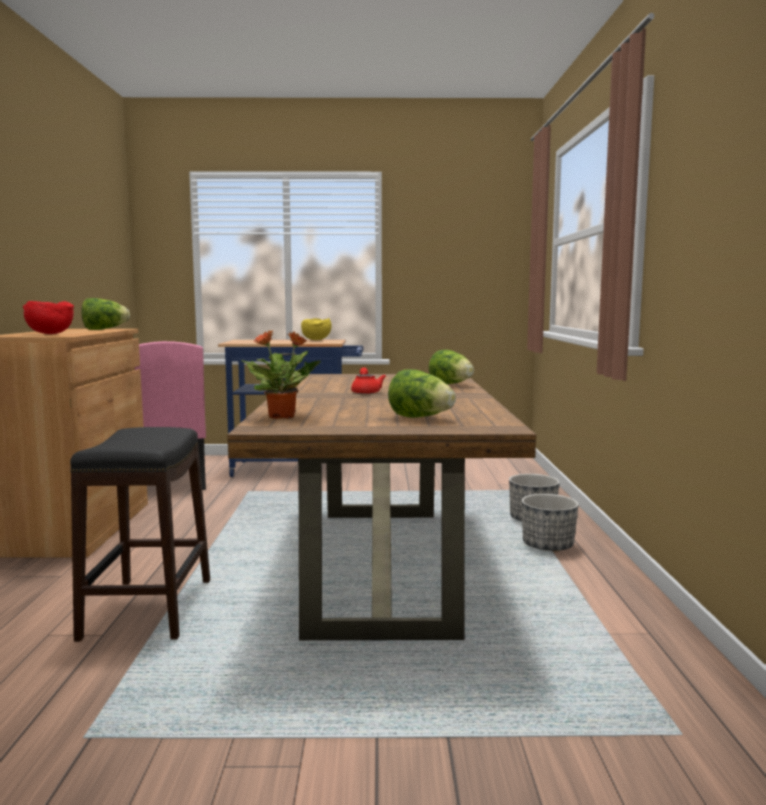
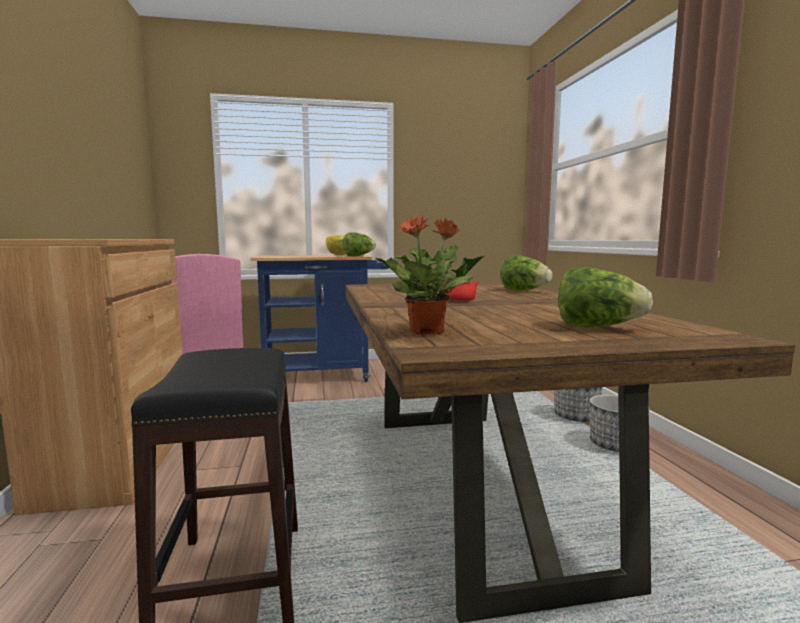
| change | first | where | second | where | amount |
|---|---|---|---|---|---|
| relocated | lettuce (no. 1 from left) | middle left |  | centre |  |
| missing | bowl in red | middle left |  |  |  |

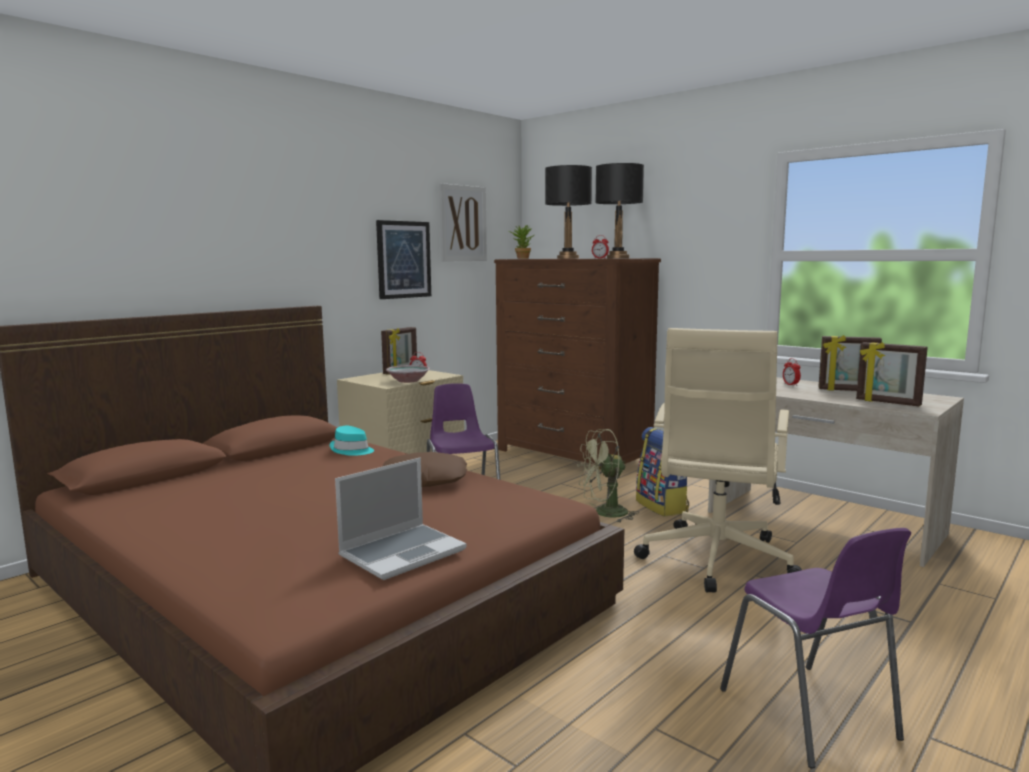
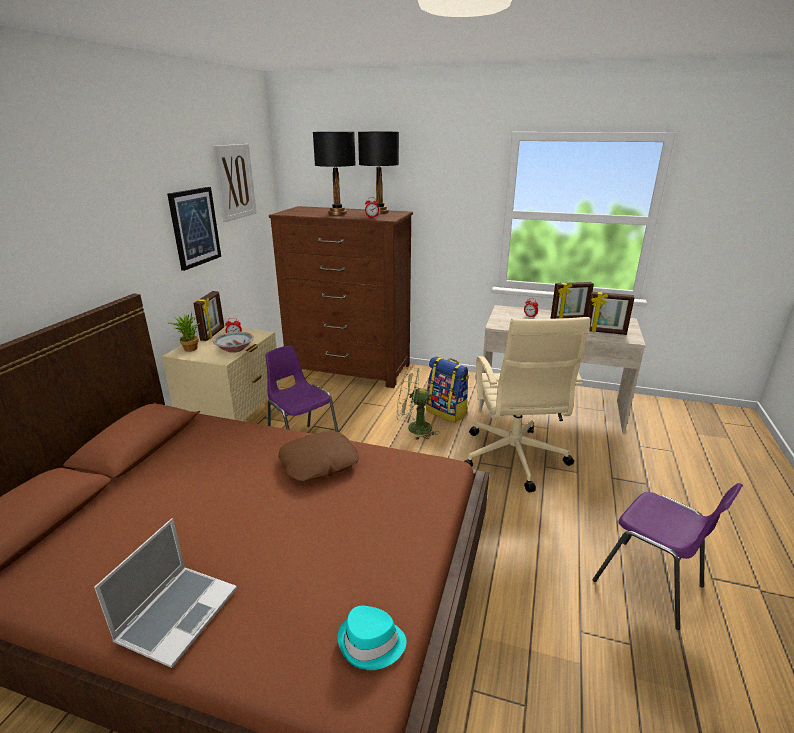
| change | first | where | second | where | amount |
|---|---|---|---|---|---|
| relocated | potted plant | top centre |  | middle left |  |
| relocated | hat in turquoise | centre |  | bottom centre |  |
| spun | fan in green | centre |  | centre | 45 degrees clockwise |
| relocated | laptop | bottom centre |  | bottom left |  |

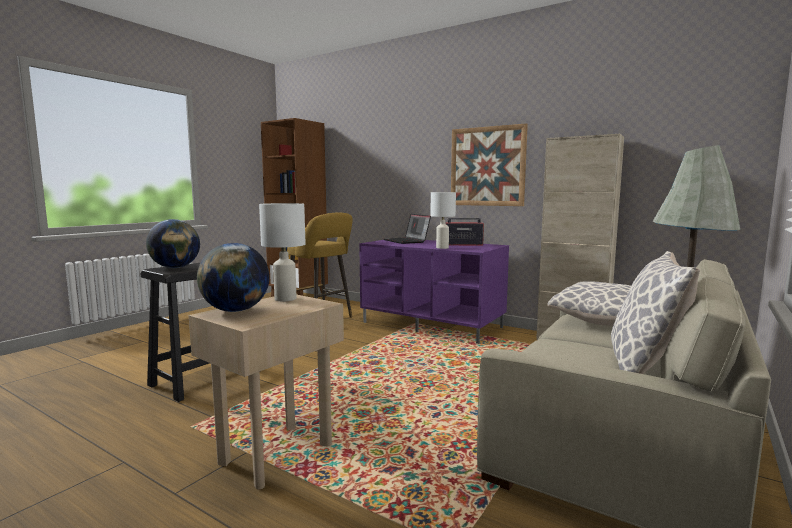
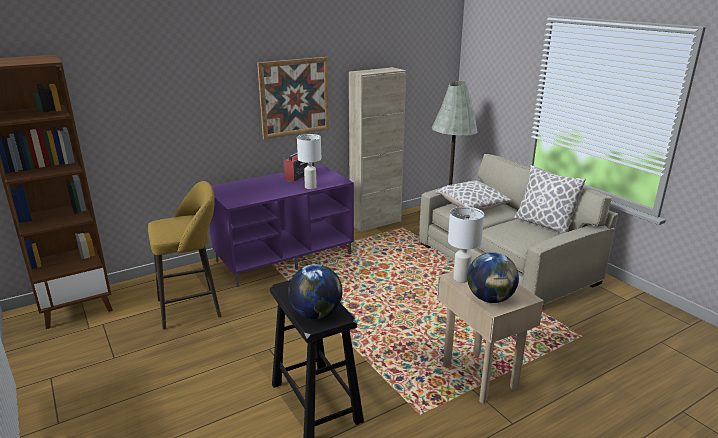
| change | first | where | second | where | amount |
|---|---|---|---|---|---|
| missing | laptop | centre |  |  |  |

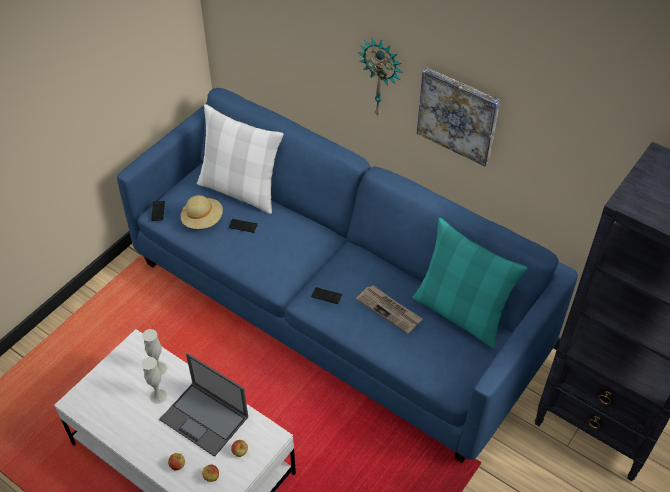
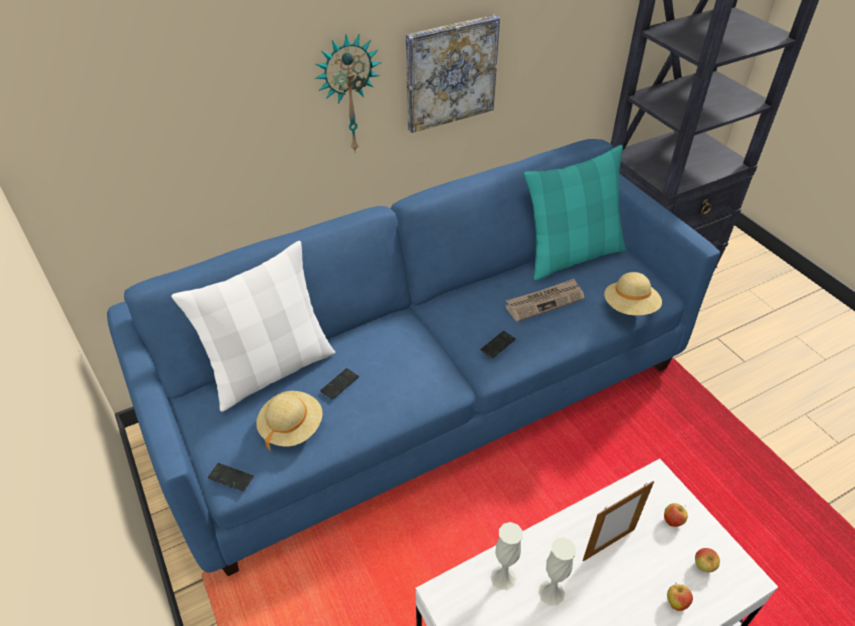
| change | first | where | second | where | amount |
|---|---|---|---|---|---|
| exchanged | laptop | bottom left | picture frame | bottom right |  |
| appeared |  |  | hat in beige (no. 2 from left) | middle right |  |

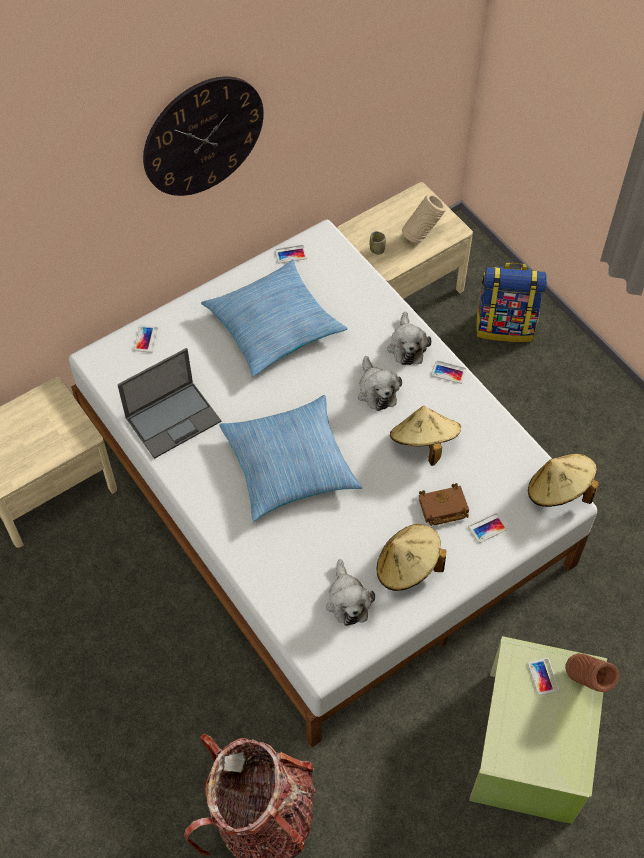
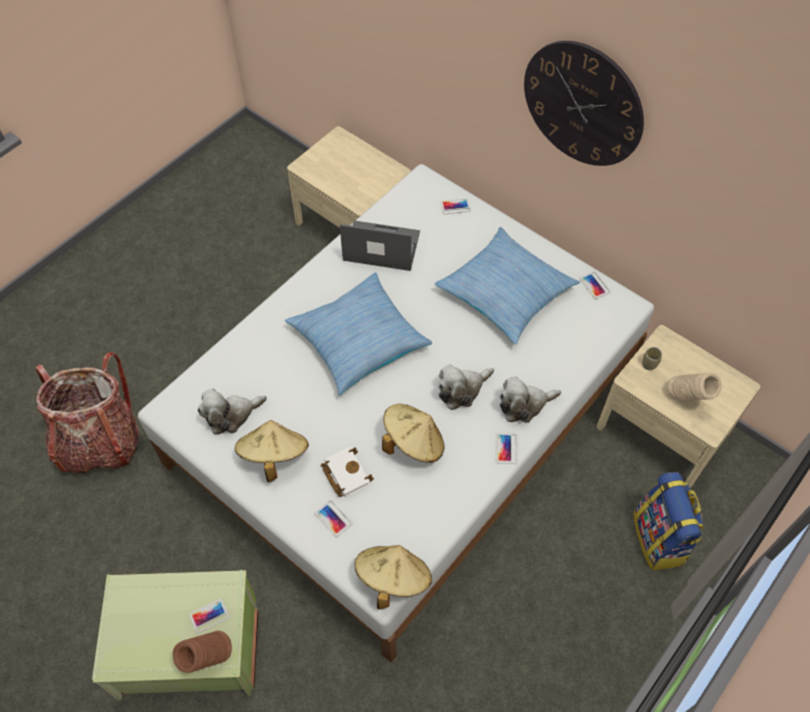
| change | first | where | second | where | amount |
|---|---|---|---|---|---|
| spun | laptop | middle left |  | centre | 150 degrees clockwise |
| colour | book in brown | middle right | book in white | centre |  |

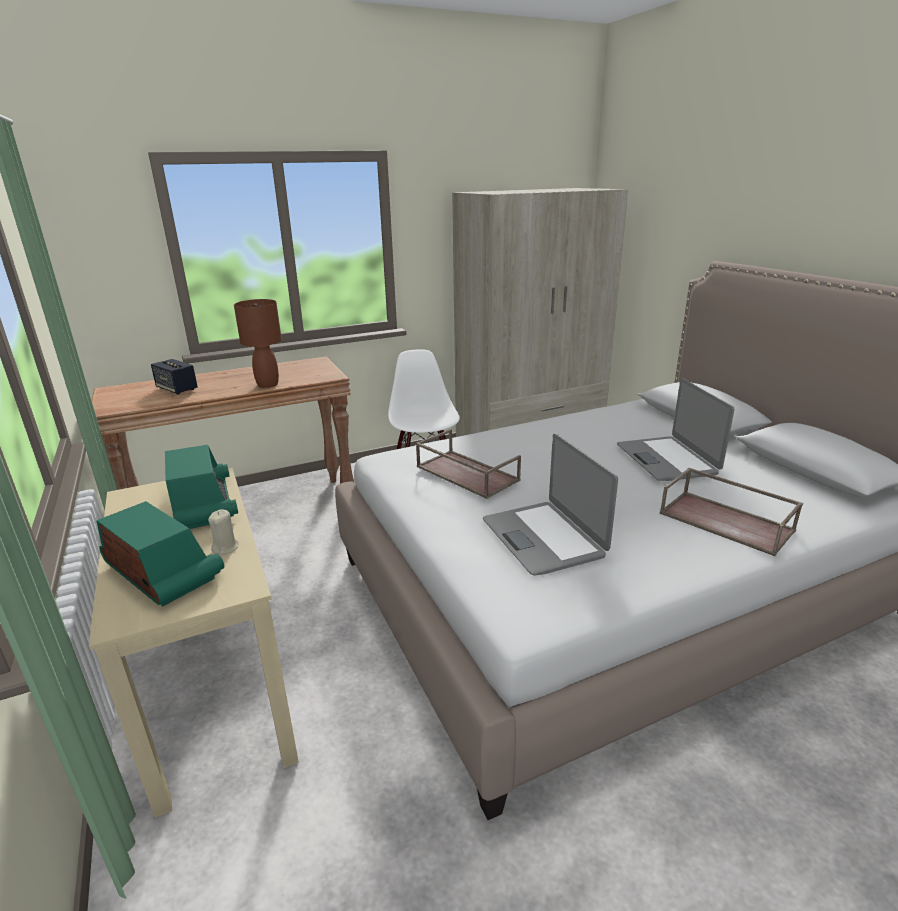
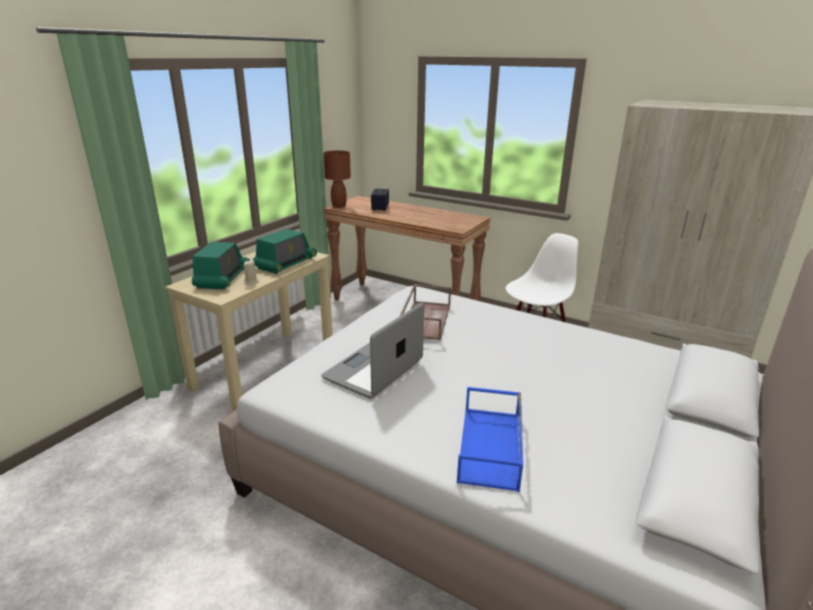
| change | first | where | second | where | amount |
|---|---|---|---|---|---|
| relocated | table lamp in brown | middle left |  | top centre |  |
| missing | laptop (no. 2 from left) | middle right |  |  |  |
| colour | tray in brown (no. 2 from left) | middle right | tray in blue | bottom centre |  |

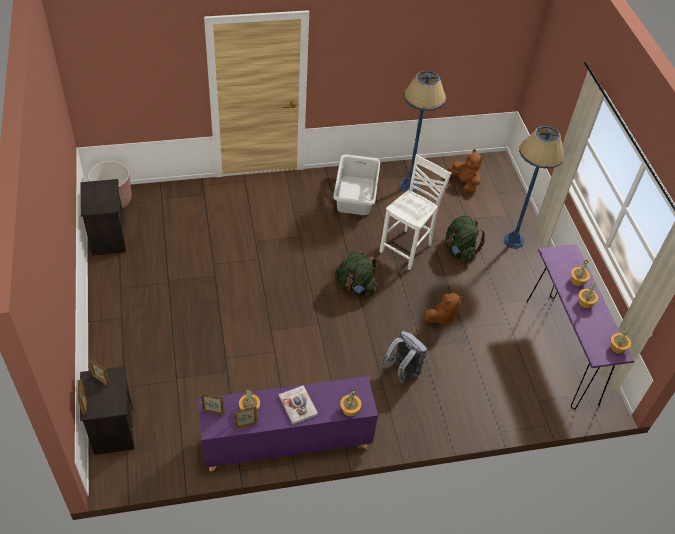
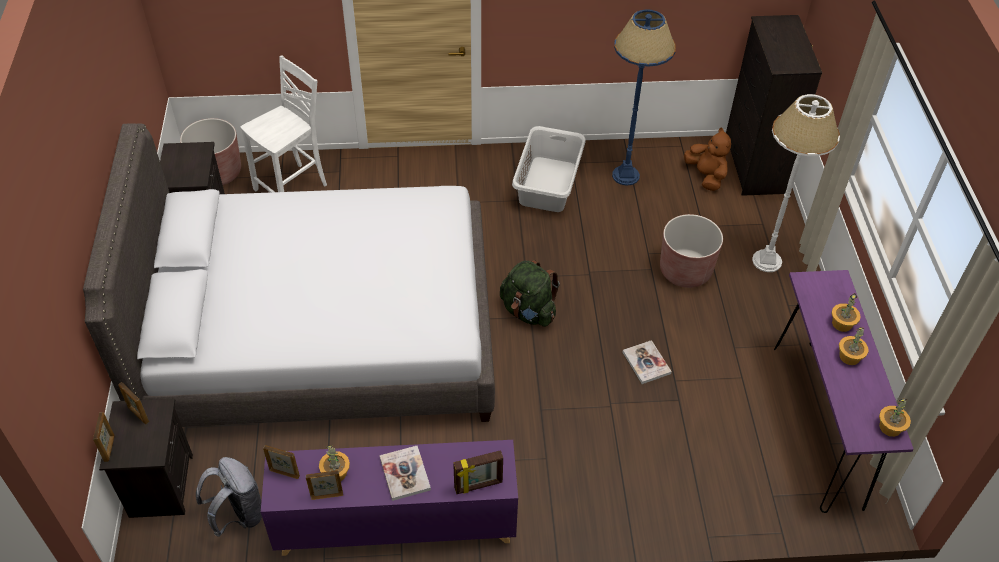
| change | first | where | second | where | amount |
|---|---|---|---|---|---|
| colour | floor lamp in blue (no. 2 from left) | middle right | floor lamp in white | top right |  |
| relocated | chair in white | centre |  | top left |  |
| exchanged | backpack in green (no. 2 from left) | middle right | planter in brown (no. 2 from left) | middle right |  |
| exchanged | plush toy in brown (no. 1 from left) | centre | book (no. 2 from left) | centre |  |
| relocated | backpack in grey | bottom centre |  | bottom left |  |
| exchanged | potted plant (no. 2 from left) | bottom centre | picture frame (no. 5 from left) | bottom centre |  |
| appeared |  |  | dresser in black | top right |  |
| appeared |  |  | bed in grey | middle left |  |

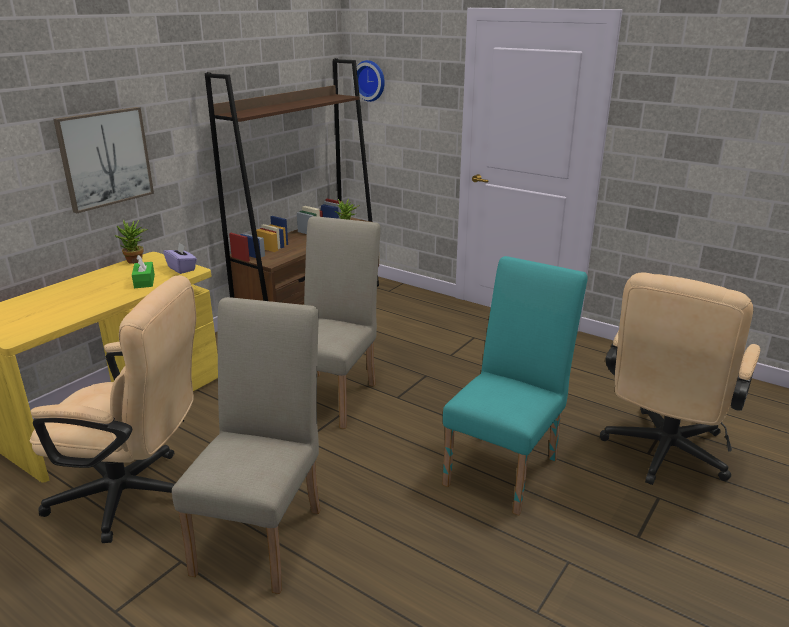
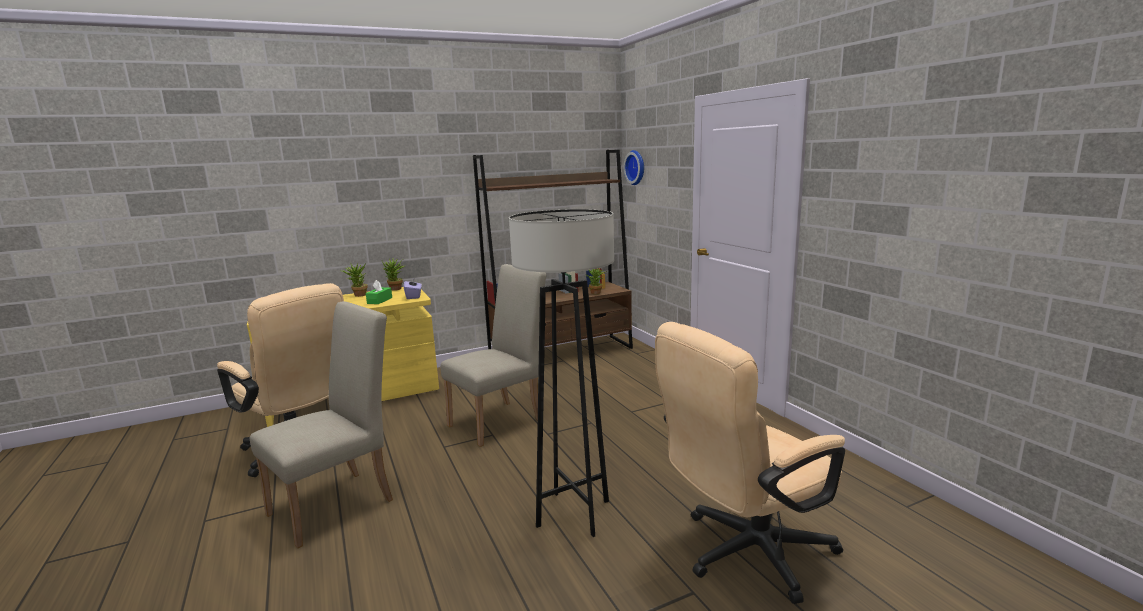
| change | first | where | second | where | amount |
|---|---|---|---|---|---|
| missing | picture | top left |  |  |  |
| exchanged | chair in turquoise | centre | floor lamp in grey | centre |  |
| appeared |  |  | potted plant (no. 1 from left) | middle left |  |

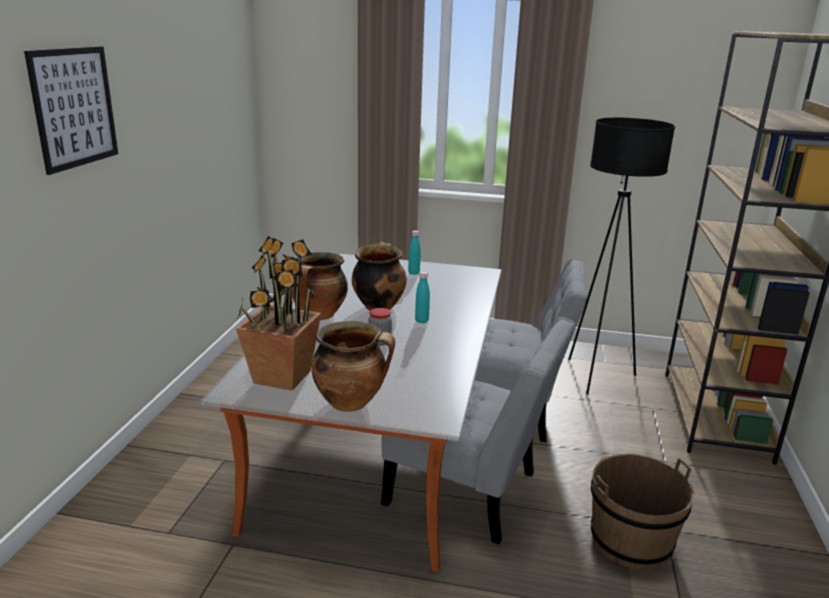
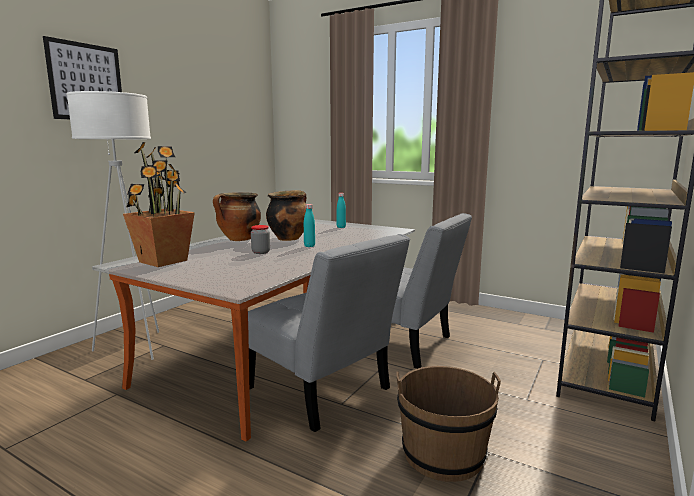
| change | first | where | second | where | amount |
|---|---|---|---|---|---|
| missing | floor lamp in black | middle right |  |  |  |
| missing | cooking pot (no. 2 from left) | centre |  |  |  |
| appeared |  |  | floor lamp in white | middle left |  |

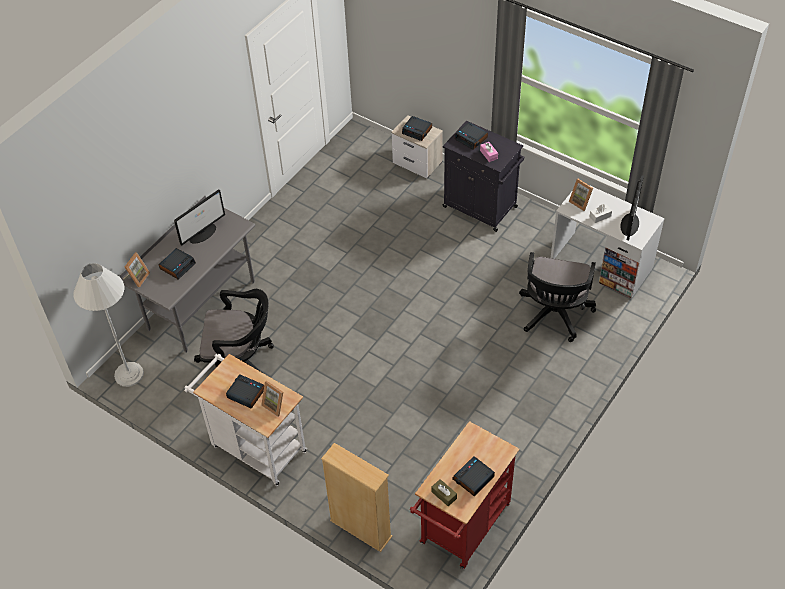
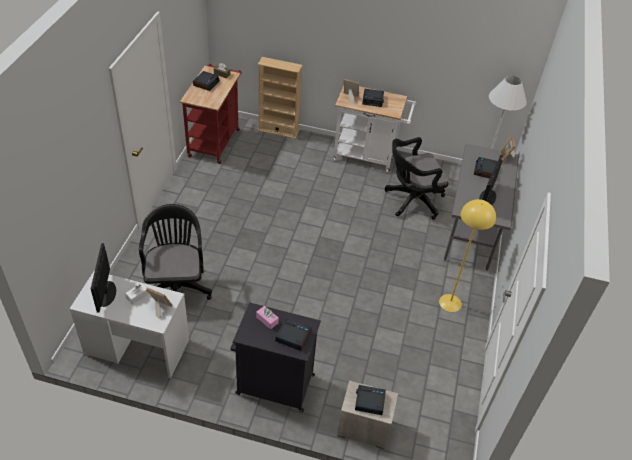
| change | first | where | second | where | amount |
|---|---|---|---|---|---|
| appeared |  |  | floor lamp in yellow | middle right |  |

